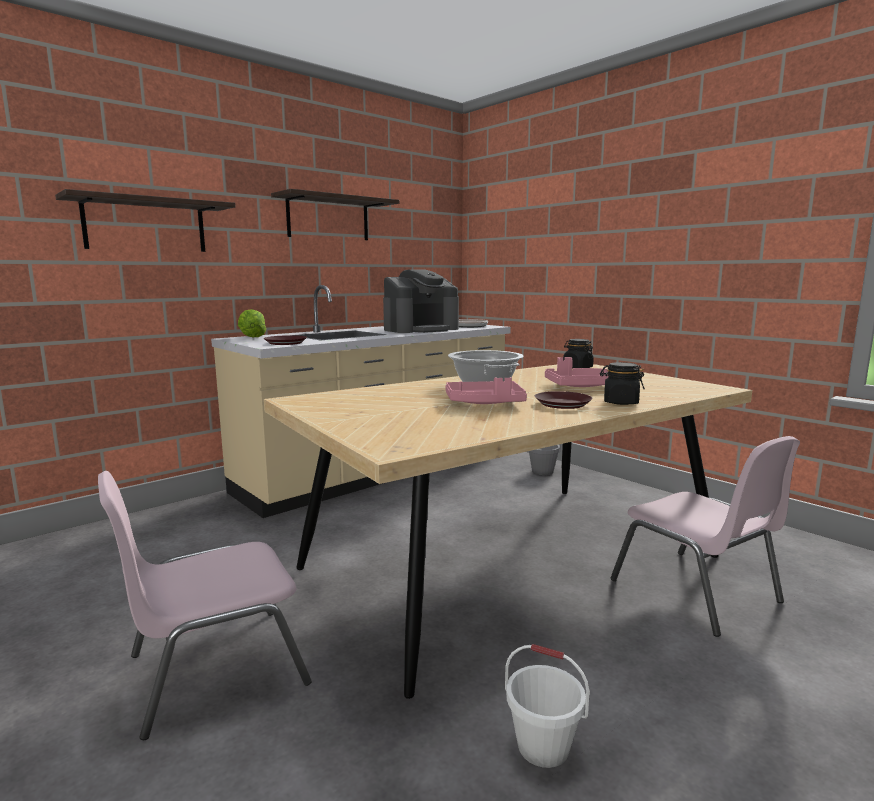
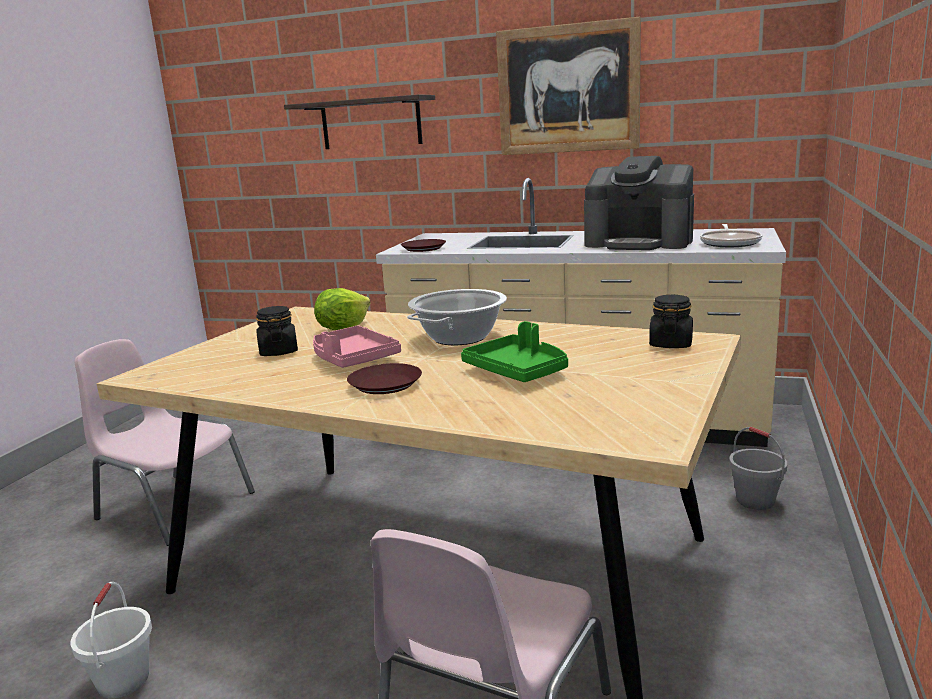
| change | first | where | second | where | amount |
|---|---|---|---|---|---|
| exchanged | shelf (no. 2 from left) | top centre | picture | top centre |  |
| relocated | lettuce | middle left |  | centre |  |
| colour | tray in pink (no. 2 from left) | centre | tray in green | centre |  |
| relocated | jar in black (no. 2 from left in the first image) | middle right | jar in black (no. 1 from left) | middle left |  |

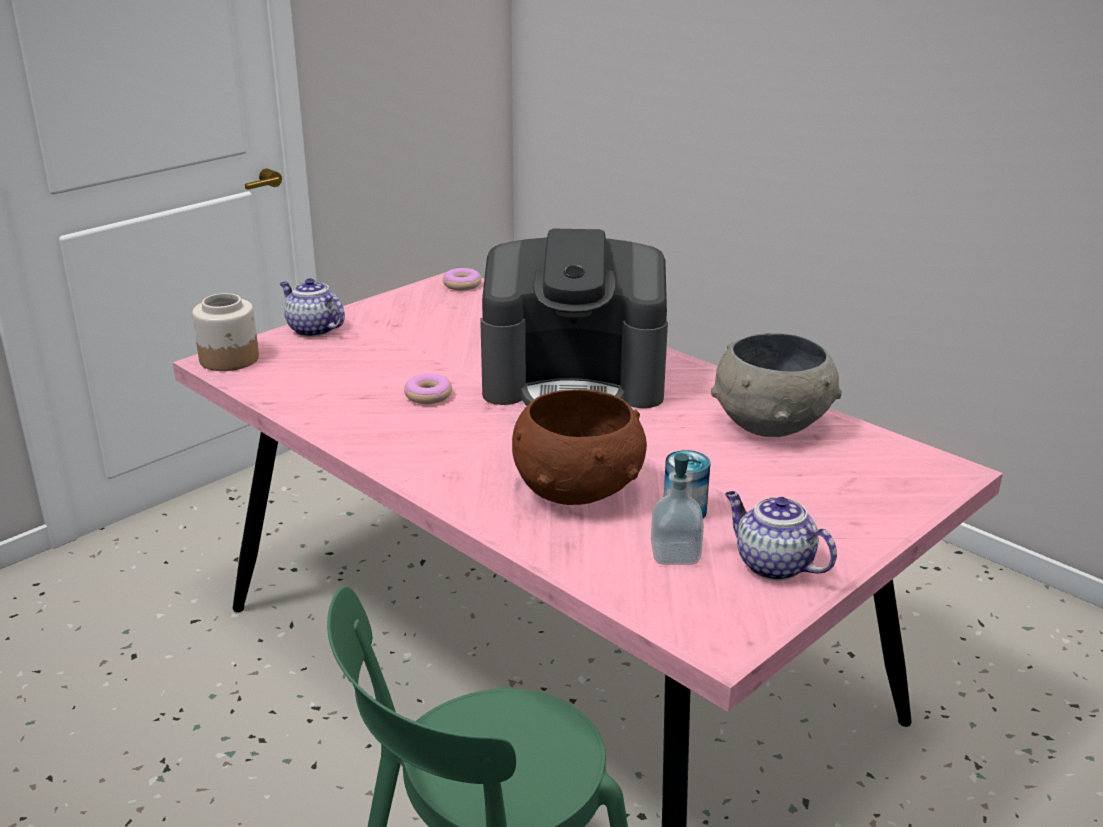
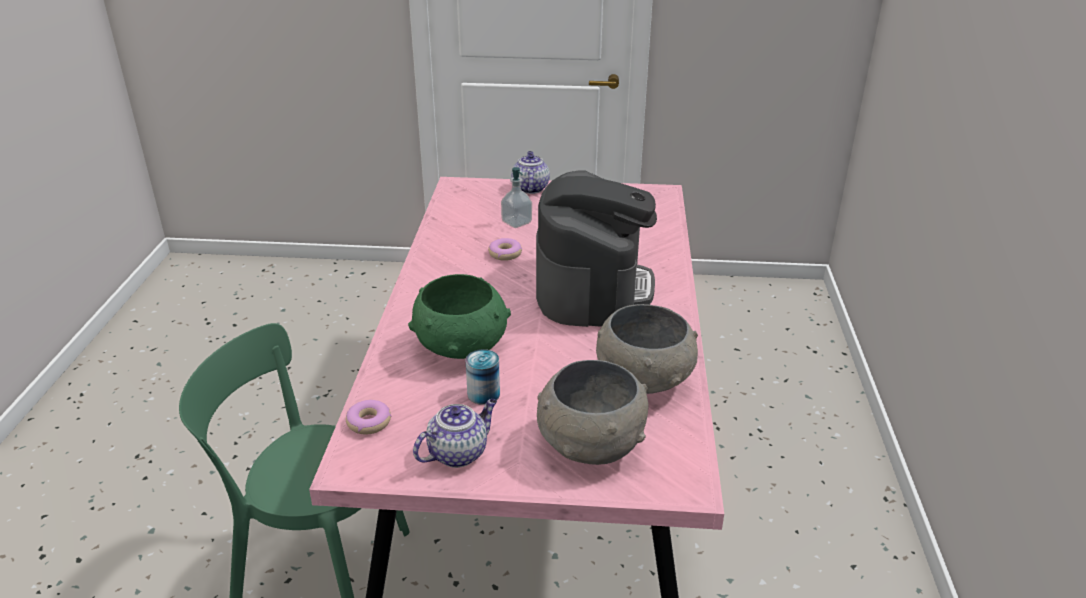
| change | first | where | second | where | amount |
|---|---|---|---|---|---|
| spun | coffee machine | centre |  | centre | 135 degrees counterclockwise |
| relocated | donut (no. 2 from left in the first image) | centre | donut (no. 1 from left) | bottom centre |  |
| missing | jar | middle left |  |  |  |
| colour | bowl in brown | centre | bowl in green | centre |  |
| relocated | soap dispenser | centre |  | top centre |  |
| spun | teapot (no. 2 from left in the first image) | middle right | teapot (no. 1 from left) | bottom centre | 45 degrees clockwise |
| appeared |  |  | bowl in grey (no. 1 from left) | bottom centre |  |

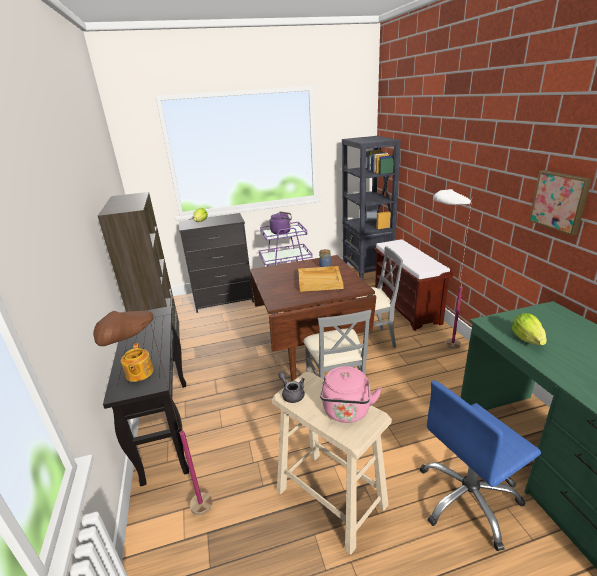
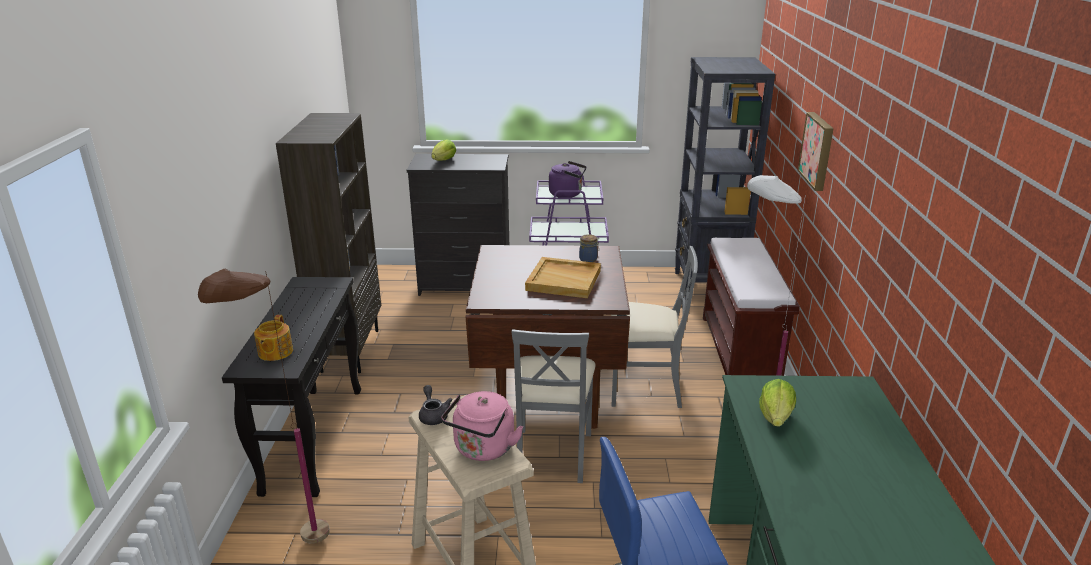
| change | first | where | second | where | amount |
|---|---|---|---|---|---|
| relocated | picture | middle right |  | top right |  |

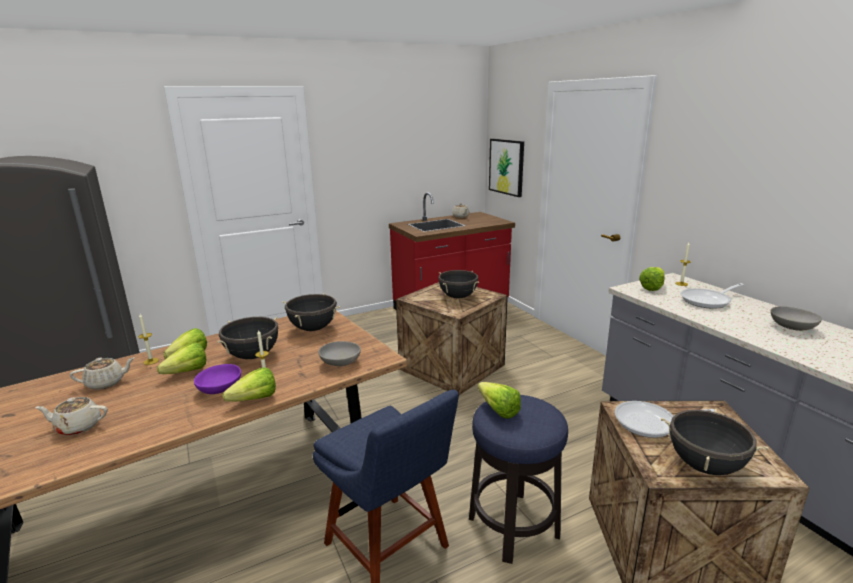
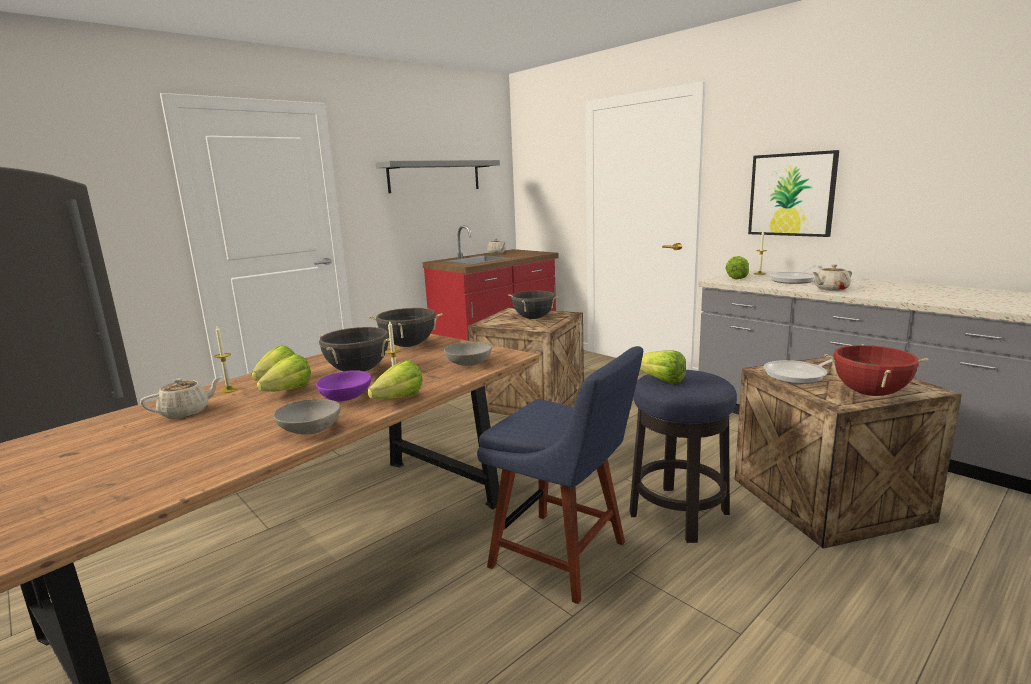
| change | first | where | second | where | amount |
|---|---|---|---|---|---|
| relocated | picture | top centre |  | top right |  |
| relocated | bowl in grey (no. 2 from left in the first image) | middle right | bowl in grey (no. 1 from left) | middle left |  |
| relocated | teapot in beige (no. 1 from left in the first image) | bottom left | teapot in beige (no. 3 from left) | middle right |  |
| colour | cooking pot in black (no. 4 from left) | bottom right | cooking pot in red | middle right |  |
| appeared |  |  | shelf in grey | top centre |  |

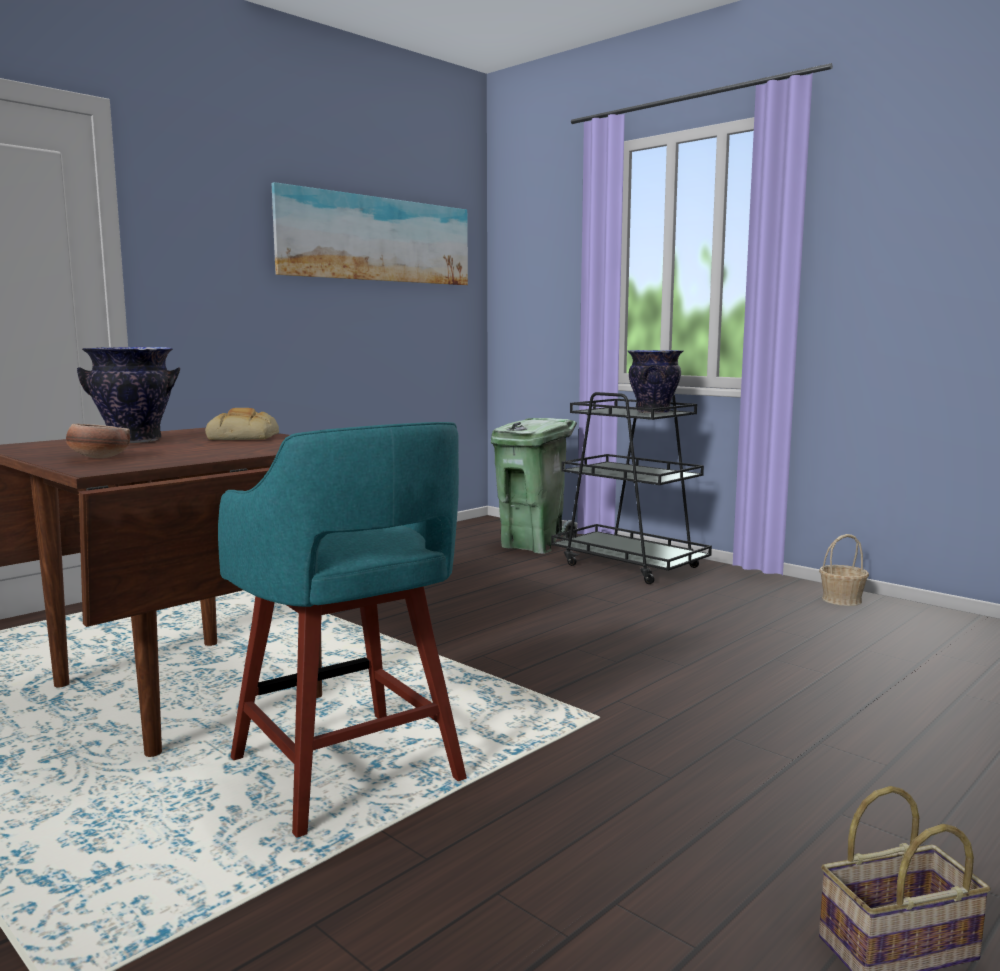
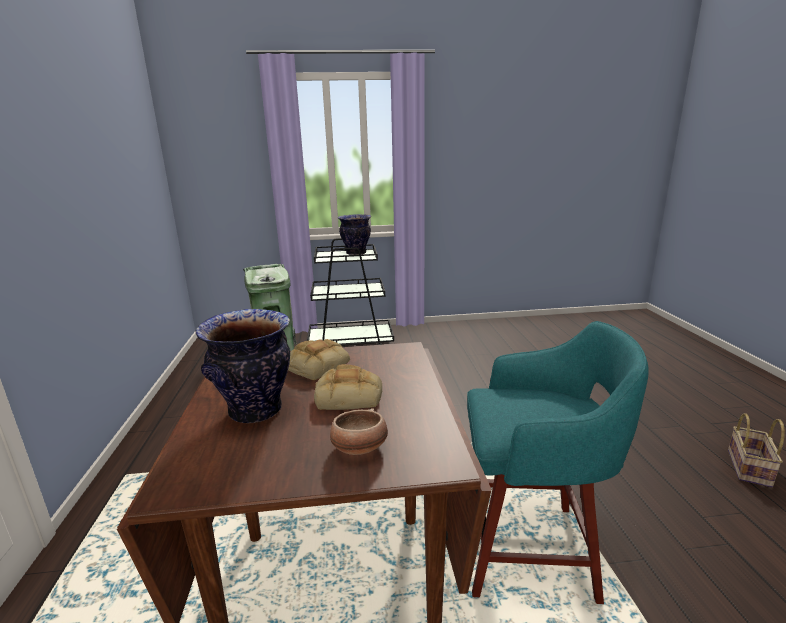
| change | first | where | second | where | amount |
|---|---|---|---|---|---|
| missing | picture | top centre |  |  |  |
| missing | basket (no. 1 from left) | middle right |  |  |  |
| appeared |  |  | bread (no. 2 from left) | centre |  |

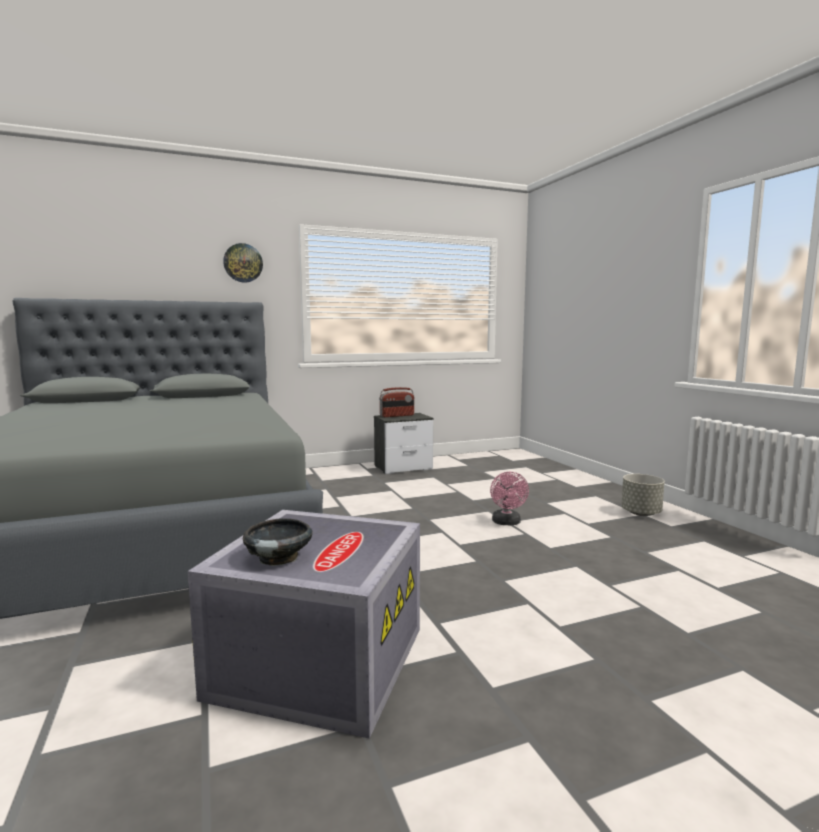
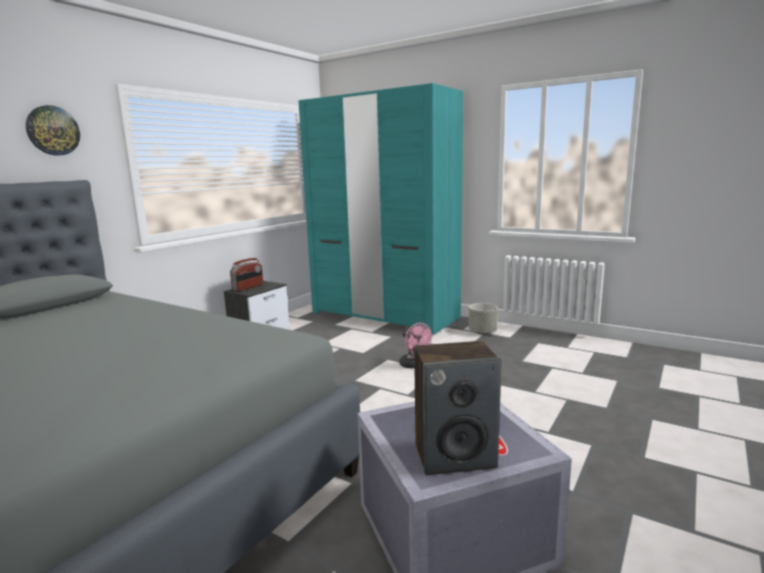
| change | first | where | second | where | amount |
|---|---|---|---|---|---|
| exchanged | bowl in black | centre | speaker | bottom centre |  |
| appeared |  |  | wardrobe in turquoise | centre |  |

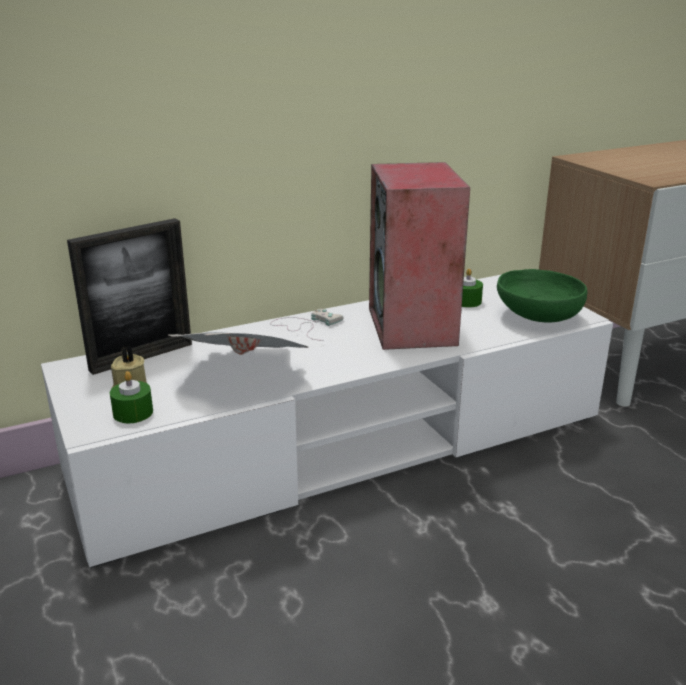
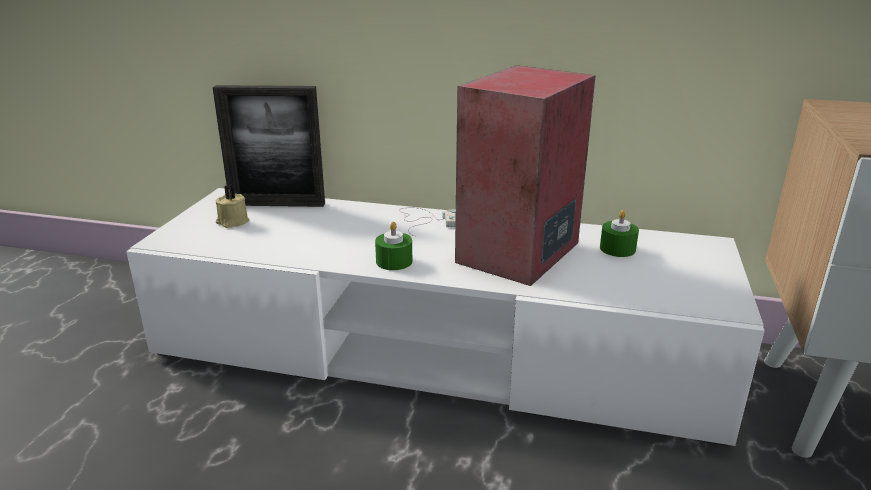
| change | first | where | second | where | amount |
|---|---|---|---|---|---|
| missing | bowl in green | middle right |  |  |  |
| missing | newspaper | centre |  |  |  |
| relocated | candle in green (no. 1 from left) | middle left |  | centre |  |

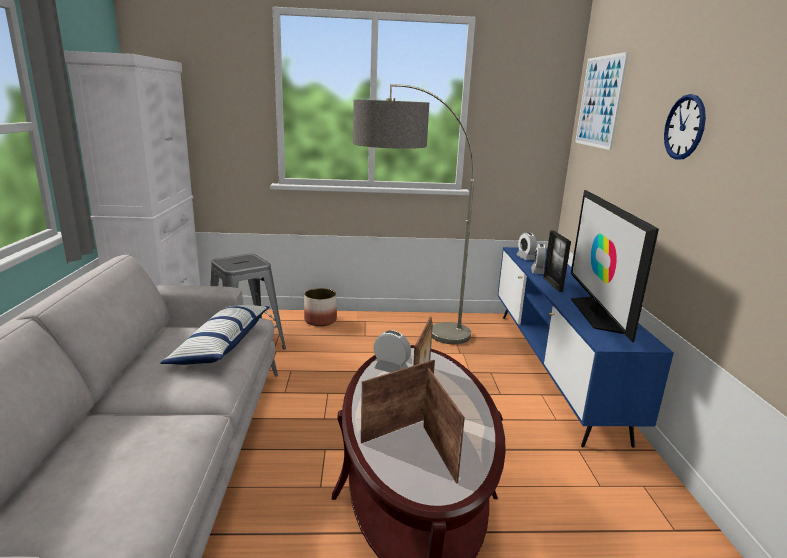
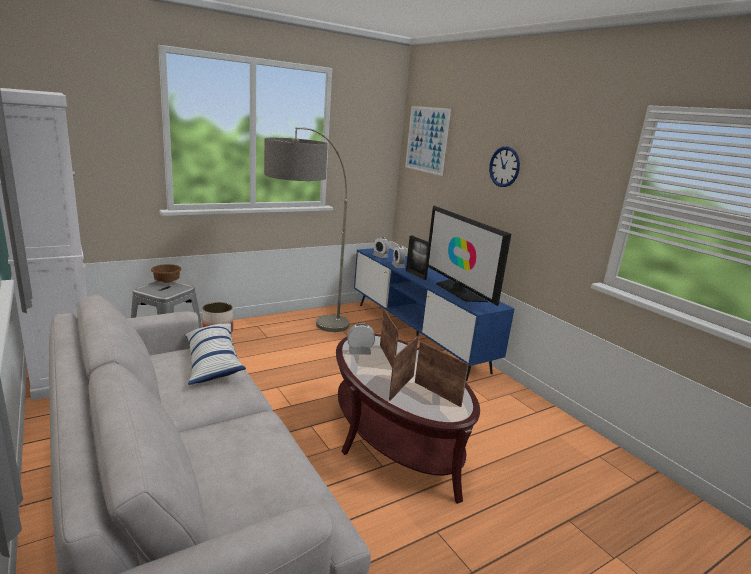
| change | first | where | second | where | amount |
|---|---|---|---|---|---|
| appeared |  |  | bowl in brown | middle left |  |

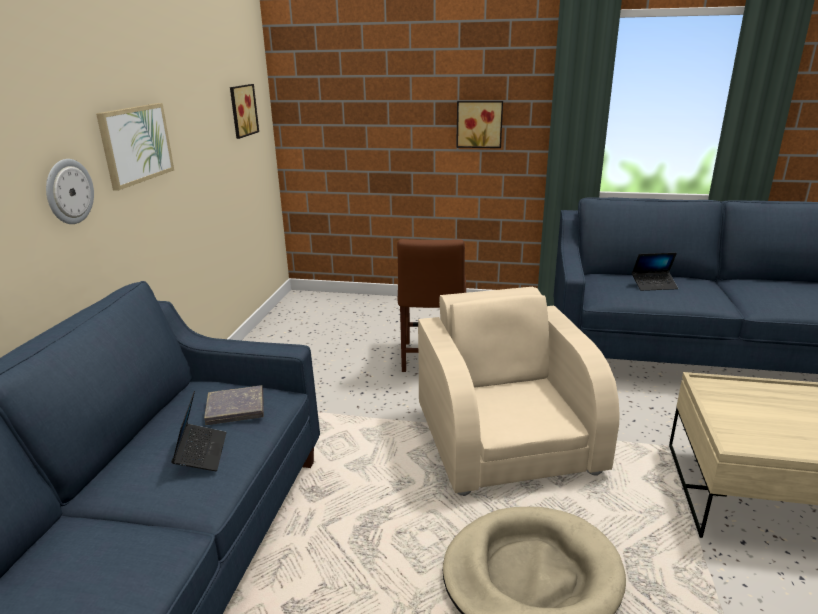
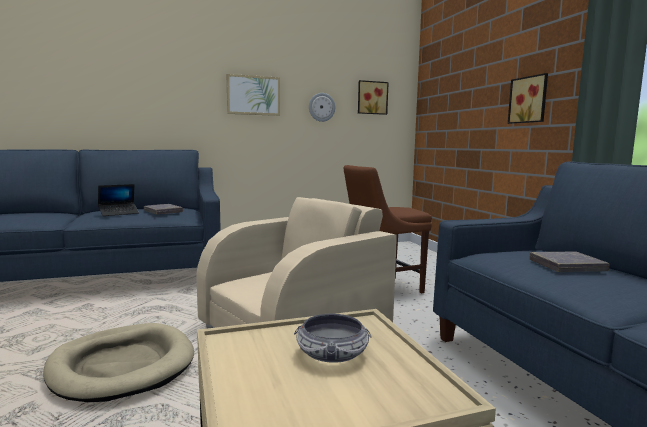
| change | first | where | second | where | amount |
|---|---|---|---|---|---|
| relocated | wall clock | top left |  | top centre |  |
| exchanged | laptop (no. 2 from left) | middle right | book in grey (no. 2 from left) | middle right |  |
| appeared |  |  | bowl | bottom centre |  |

